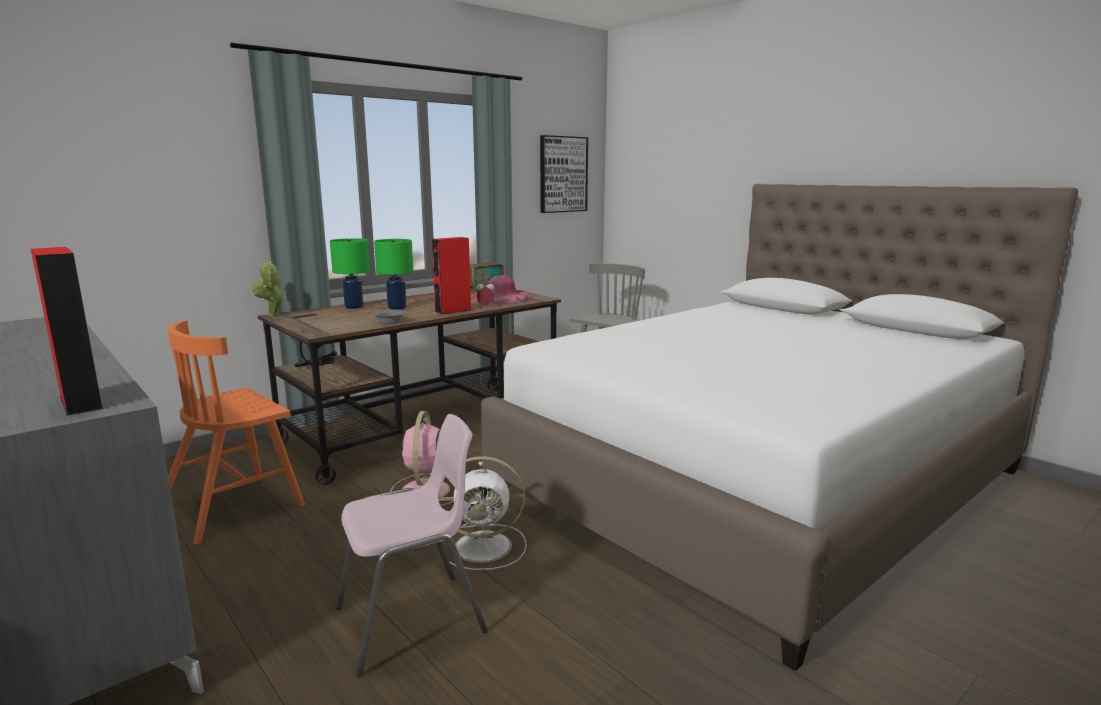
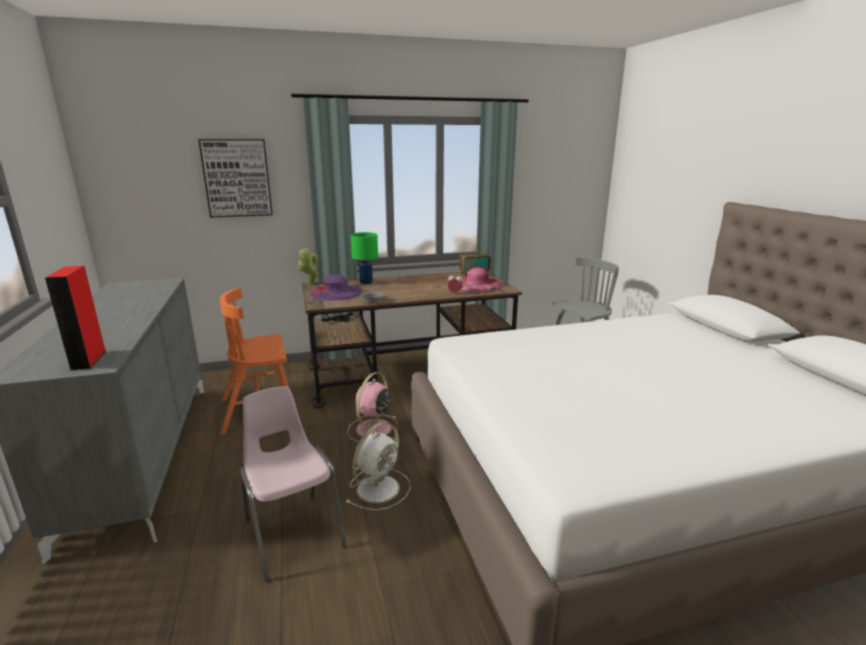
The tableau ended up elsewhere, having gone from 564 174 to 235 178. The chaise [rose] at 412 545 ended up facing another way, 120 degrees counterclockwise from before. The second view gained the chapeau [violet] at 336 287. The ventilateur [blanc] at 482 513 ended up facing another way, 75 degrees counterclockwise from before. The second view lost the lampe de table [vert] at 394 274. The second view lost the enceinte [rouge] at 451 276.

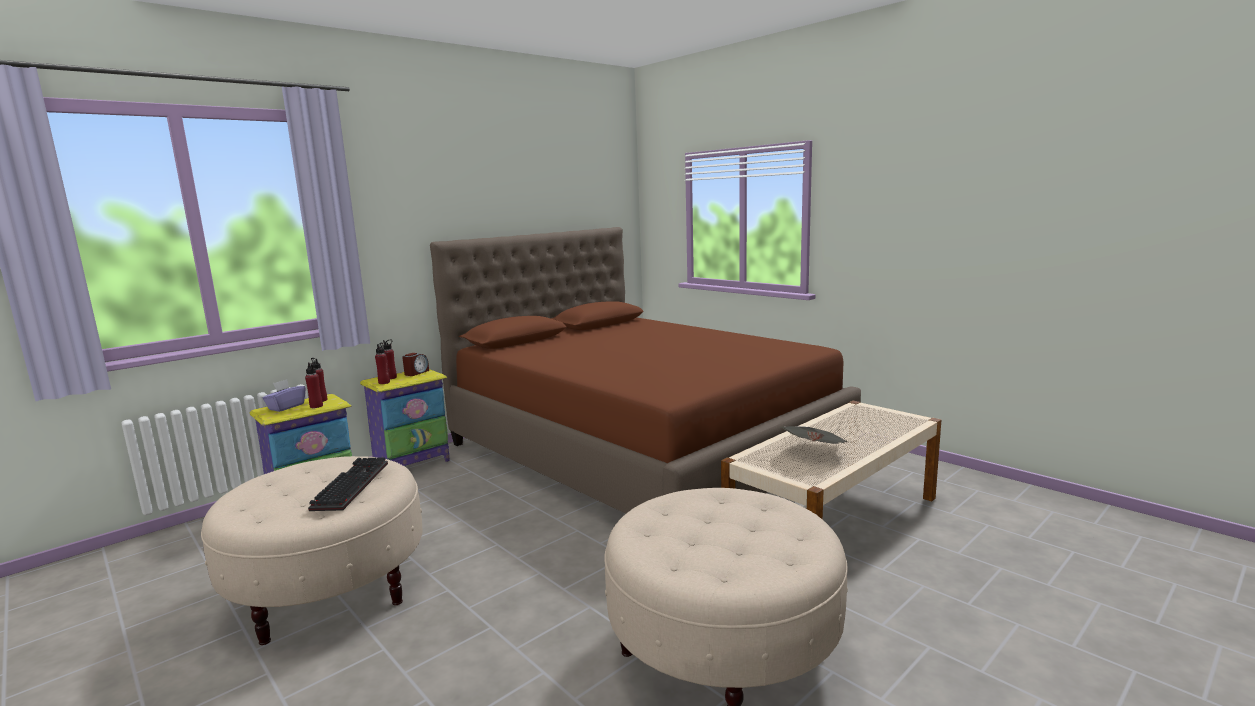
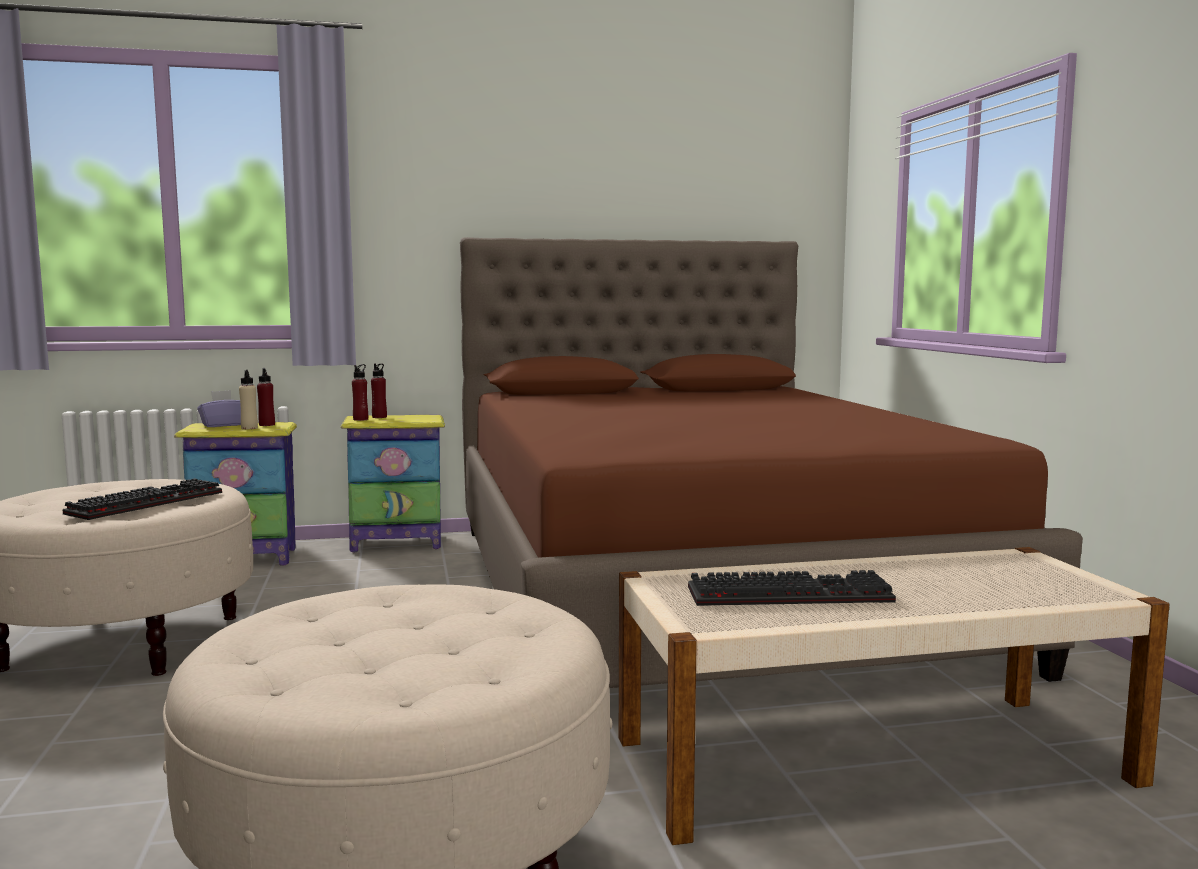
What was the bouteille [rouge] at 314 385 turned into the bouteille [beige] at 248 399. Where the journal stood at 814 435, the clavier came to stand at 792 588. The second view lost the réveil at 415 364.

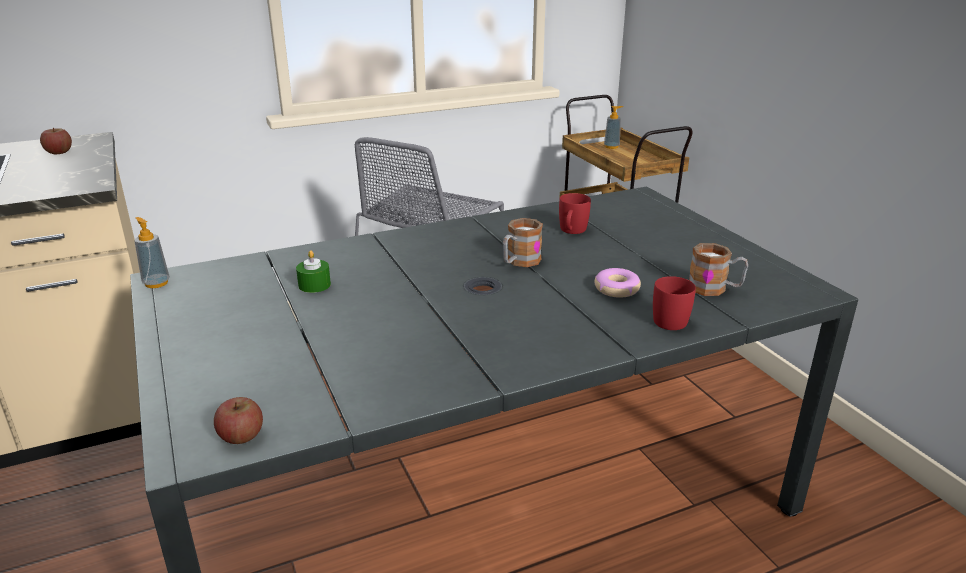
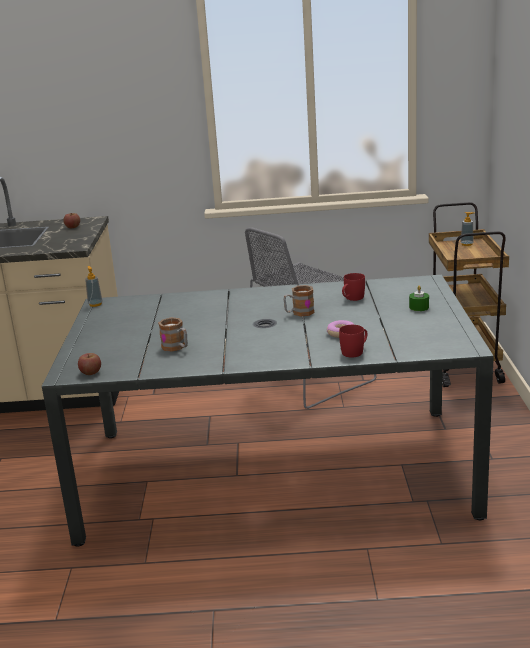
The mug ended up elsewhere, having gone from 718 269 to 173 334. The bougie [vert] ended up elsewhere, having gone from 313 271 to 419 298.

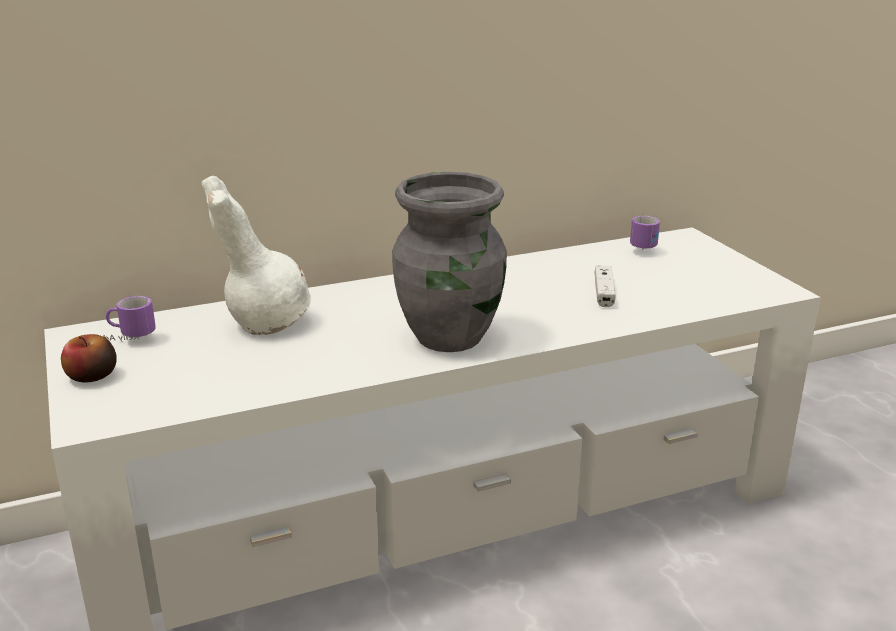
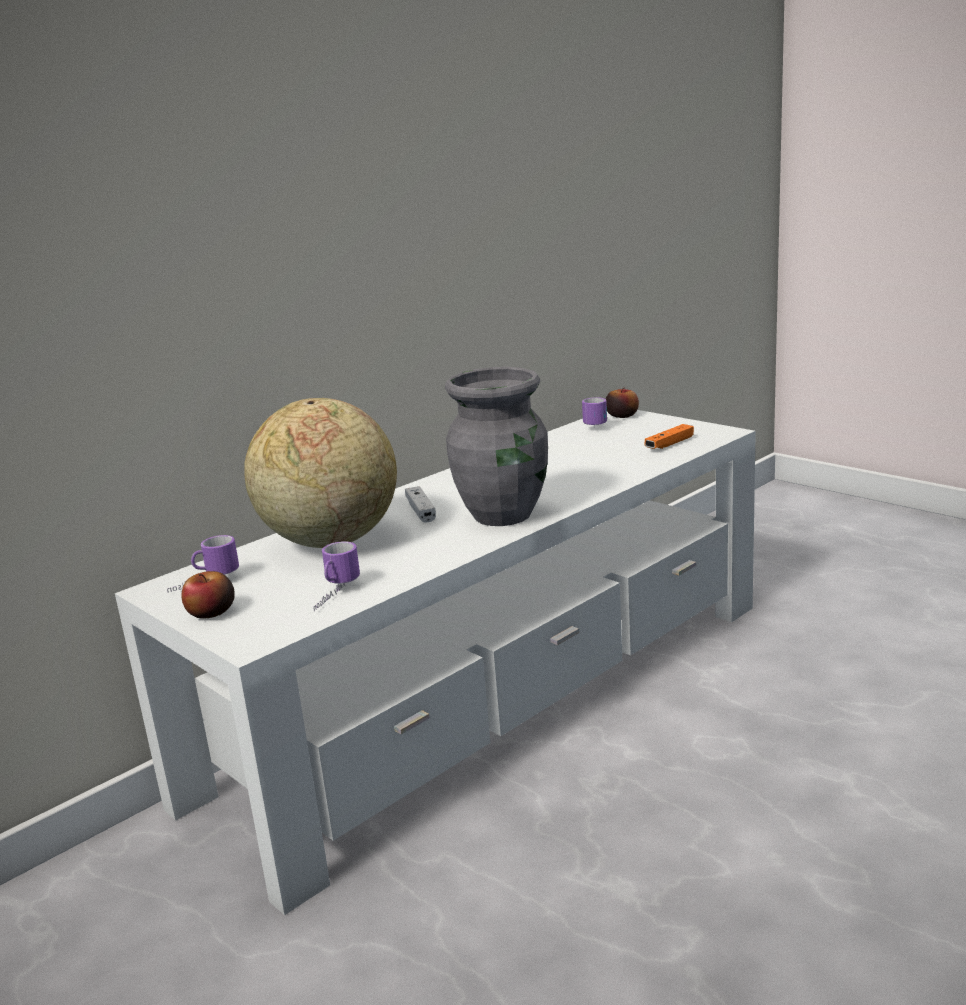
Where the vase [blanc] stood at 256 255, the globe came to stand at 320 473. The second view gained the mug at 336 576. The manette [blanc] ended up elsewhere, having gone from 605 286 to 420 504. The second view gained the pomme at 622 402. The second view gained the manette [orange] at 669 436.

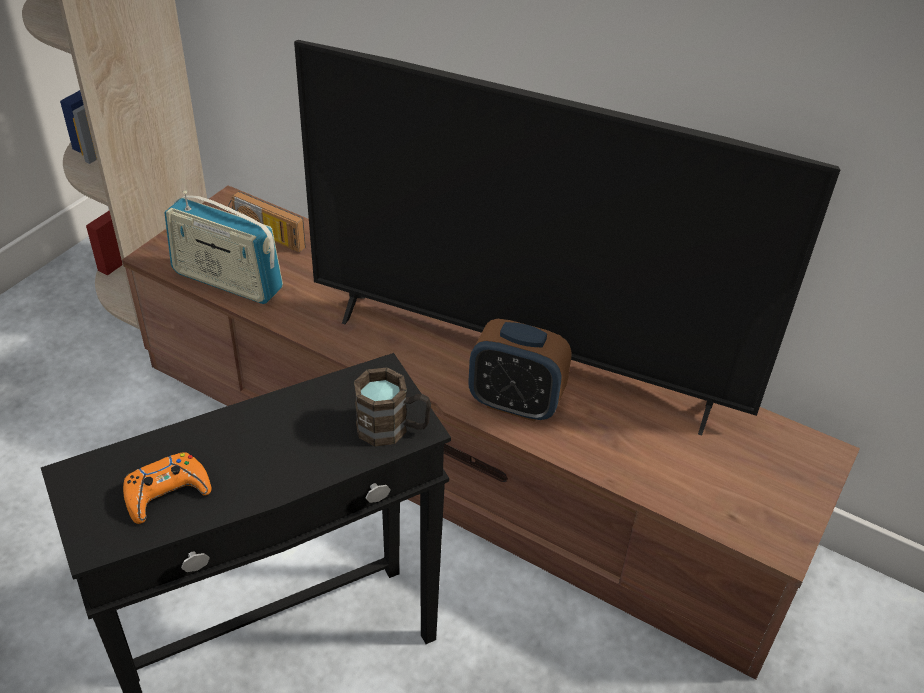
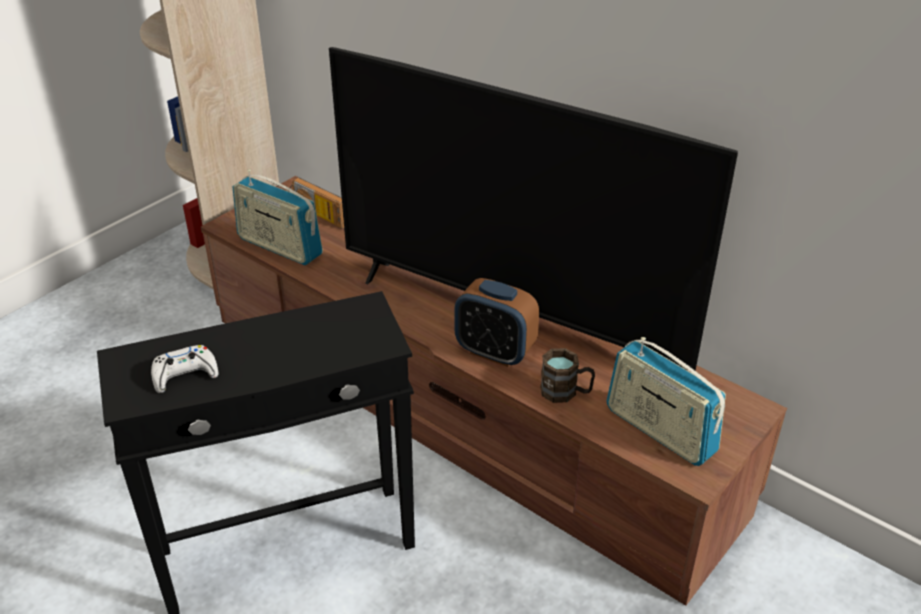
What was the manette [orange] at 167 488 turned into the manette [blanc] at 185 369. The mug [marron] ended up elsewhere, having gone from 392 407 to 567 375. The second view gained the radio at 666 401.

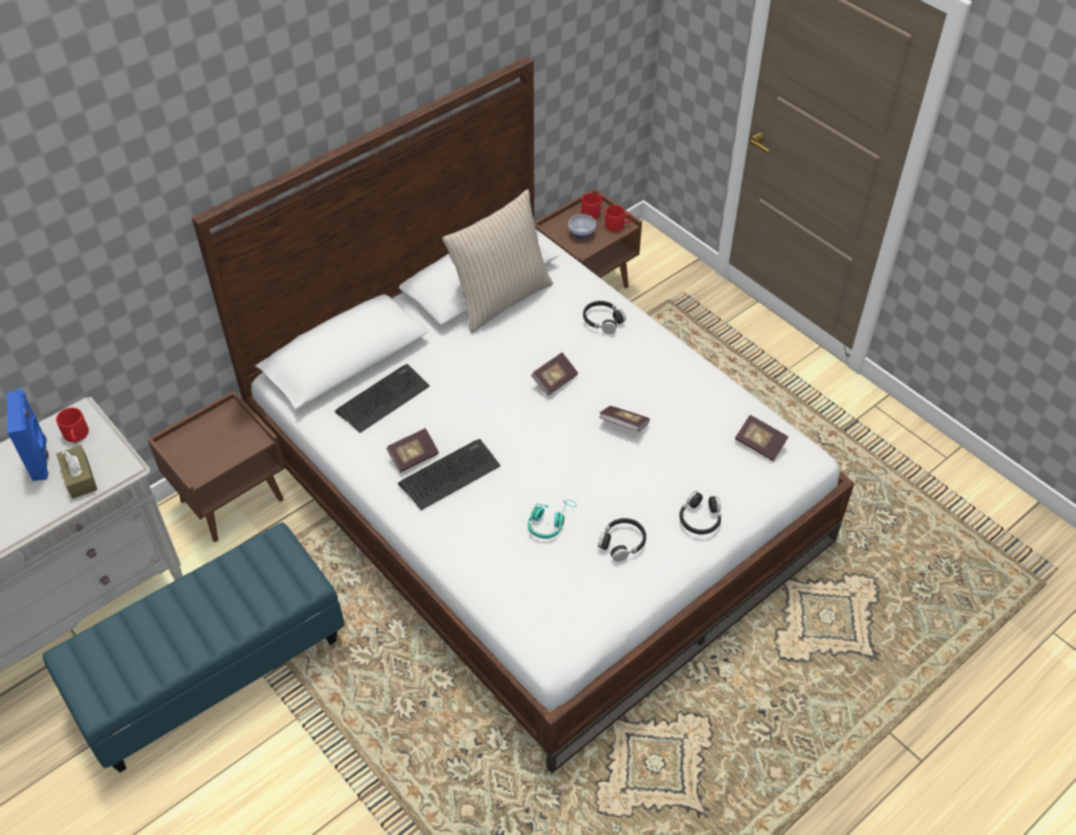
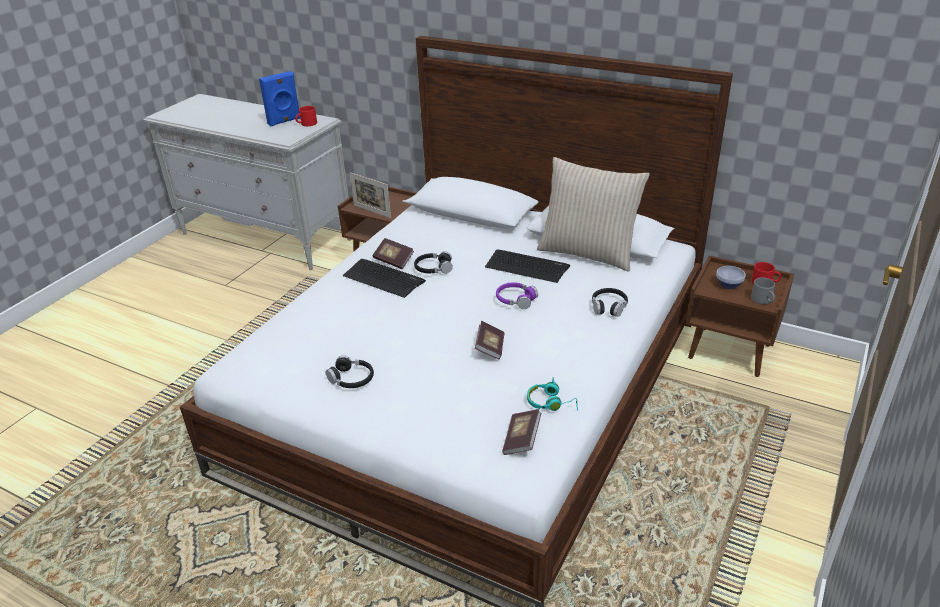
The second view gained the cadre photo at 370 195. The casque audio [noir] ended up elsewhere, having gone from 700 512 to 433 262. The clavier ended up elsewhere, having gone from 382 398 to 527 266. Where the livre stood at 554 374, the casque audio [violet] came to stand at 517 295. The casque audio [turquoise] ended up elsewhere, having gone from 552 519 to 552 394. What was the mug [rouge] at 618 218 turned into the mug [gris] at 763 290. The second view lost the pouf [bleu] at 194 647. The second view lost the boîte à mouchoirs [marron] at 77 472.

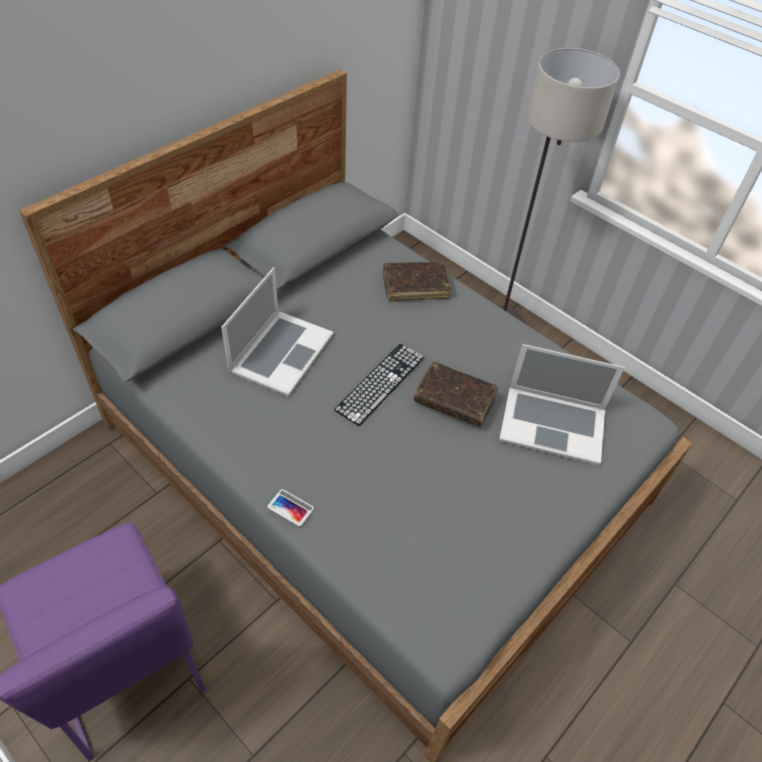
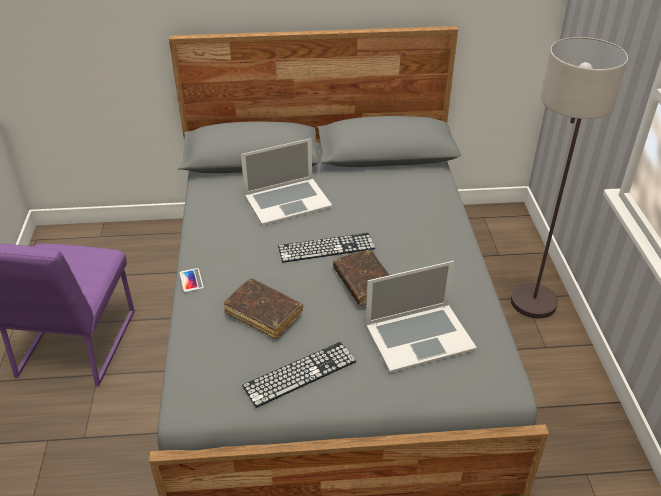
The livre [marron] ended up elsewhere, having gone from 417 281 to 263 308. The second view gained the clavier at 299 375. The ordinateur portable at 562 405 ended up facing another way, 75 degrees counterclockwise from before.

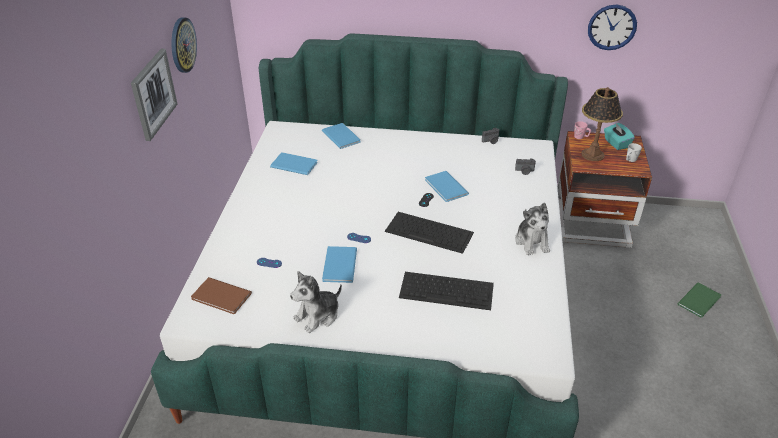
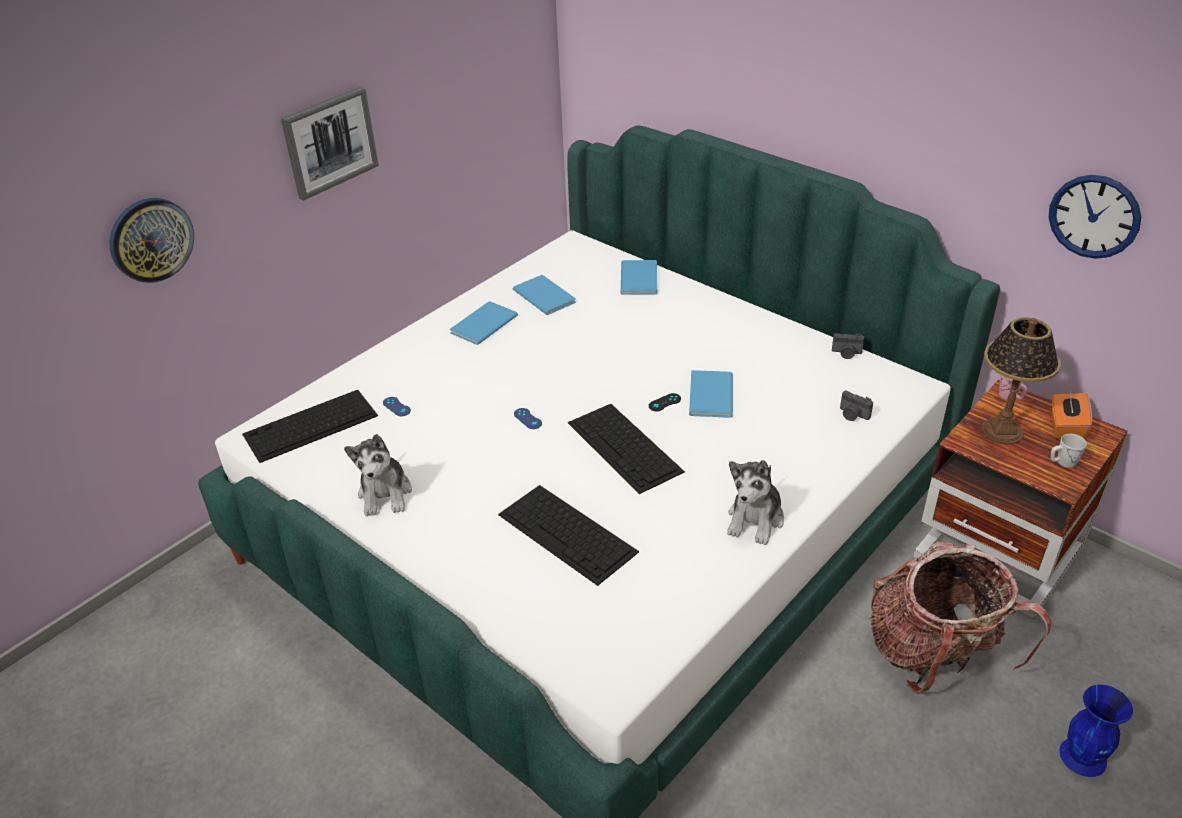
The horloge murale ended up elsewhere, having gone from 184 45 to 152 240. Where the livre [marron] stood at 221 295, the clavier came to stand at 310 426. The peluche at 316 302 ended up facing another way, 90 degrees counterclockwise from before. The livre [bleu] ended up elsewhere, having gone from 339 264 to 484 323. The second view gained the sac à dos at 961 616. What was the boîte à mouchoirs [turquoise] at 619 136 turned into the boîte à mouchoirs [orange] at 1072 415. Where the livre [vert] stood at 699 300, the vase [bleu] came to stand at 1096 731.

